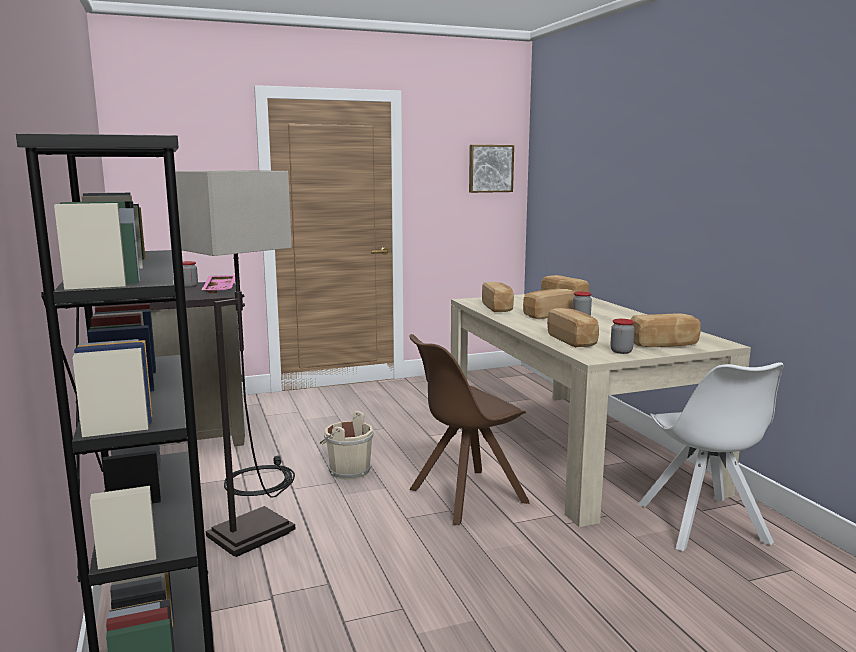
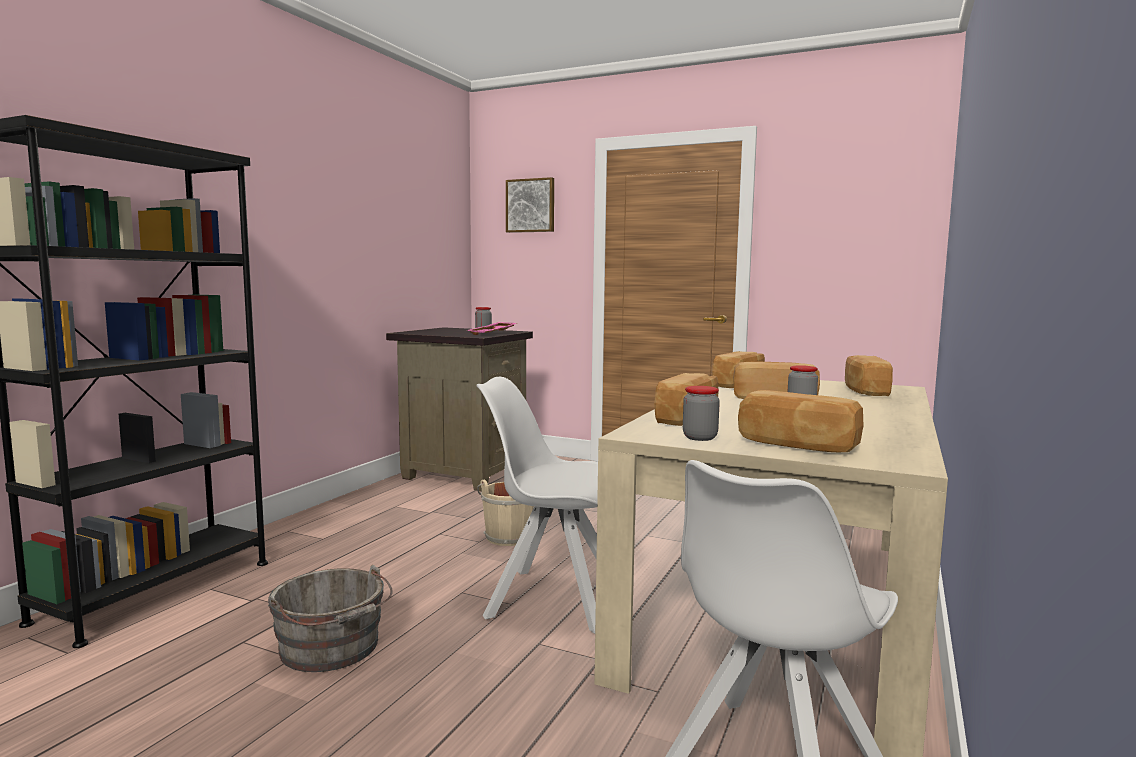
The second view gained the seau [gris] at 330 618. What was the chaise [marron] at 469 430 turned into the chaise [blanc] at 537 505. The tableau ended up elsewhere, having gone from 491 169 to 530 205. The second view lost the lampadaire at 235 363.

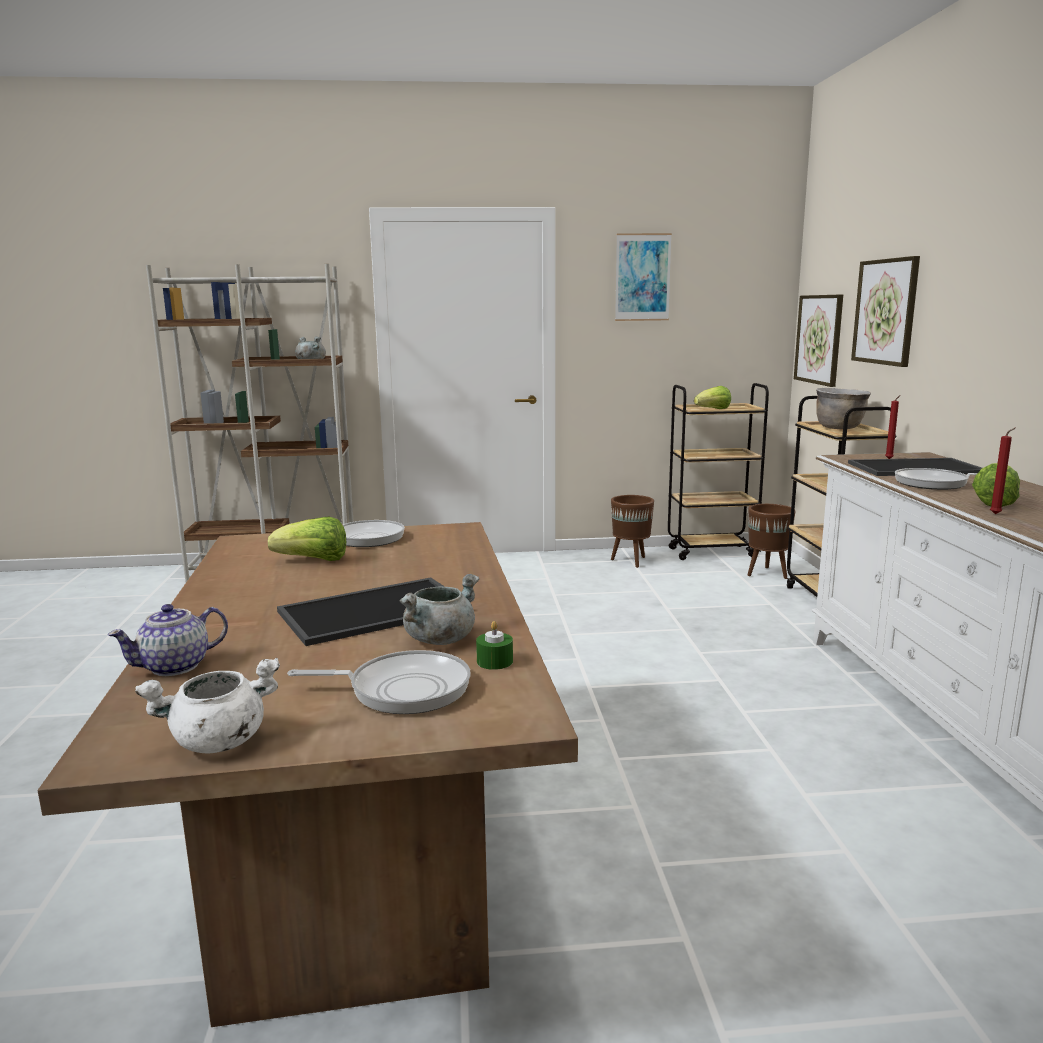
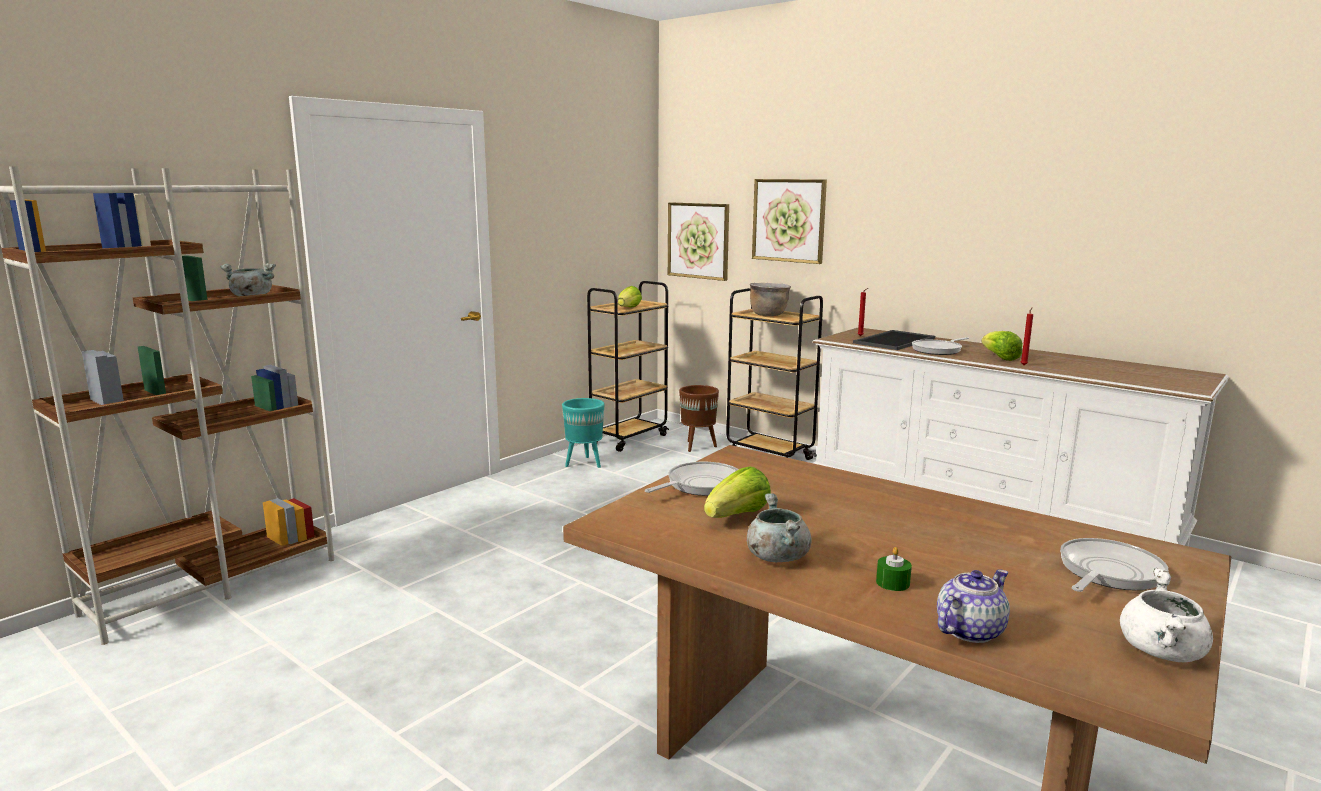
What was the cache-pot [marron] at 632 531 turned into the cache-pot [turquoise] at 583 433. The marmite [gris] ended up elsewhere, having gone from 439 609 to 779 527. The bougie [vert] ended up elsewhere, having gone from 494 645 to 894 569. The théière at 167 640 ended up facing another way, 135 degrees counterclockwise from before. The second view lost the plateau at 374 611. The second view lost the tableau at 643 277.

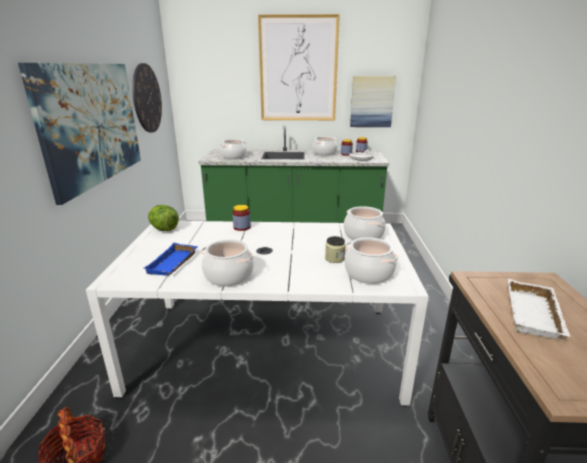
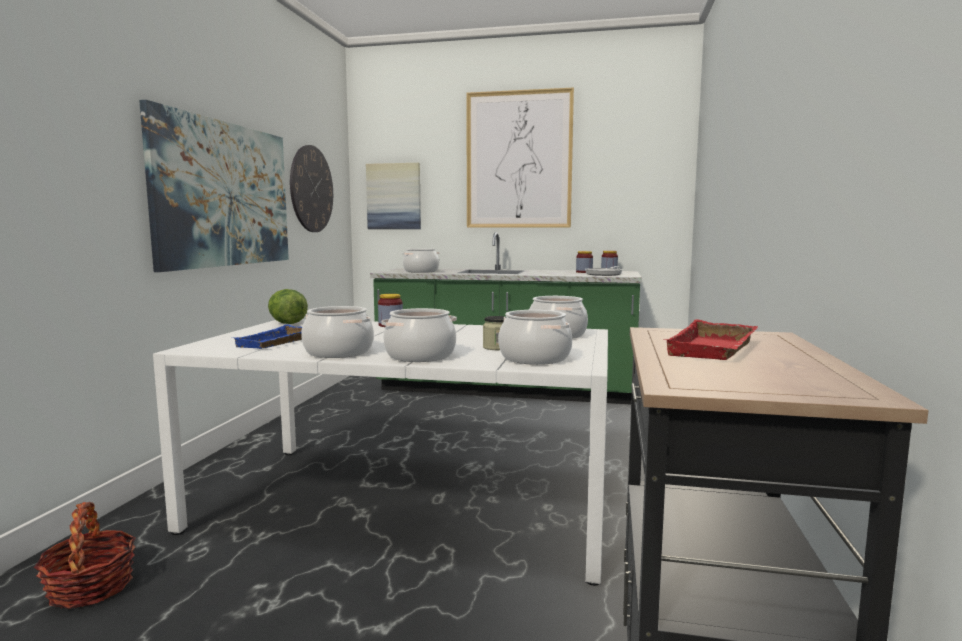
The tableau ended up elsewhere, having gone from 373 101 to 393 196. The marmite ended up elsewhere, having gone from 325 146 to 419 335. What was the plateau [blanc] at 539 309 turned into the plateau [rouge] at 711 339.

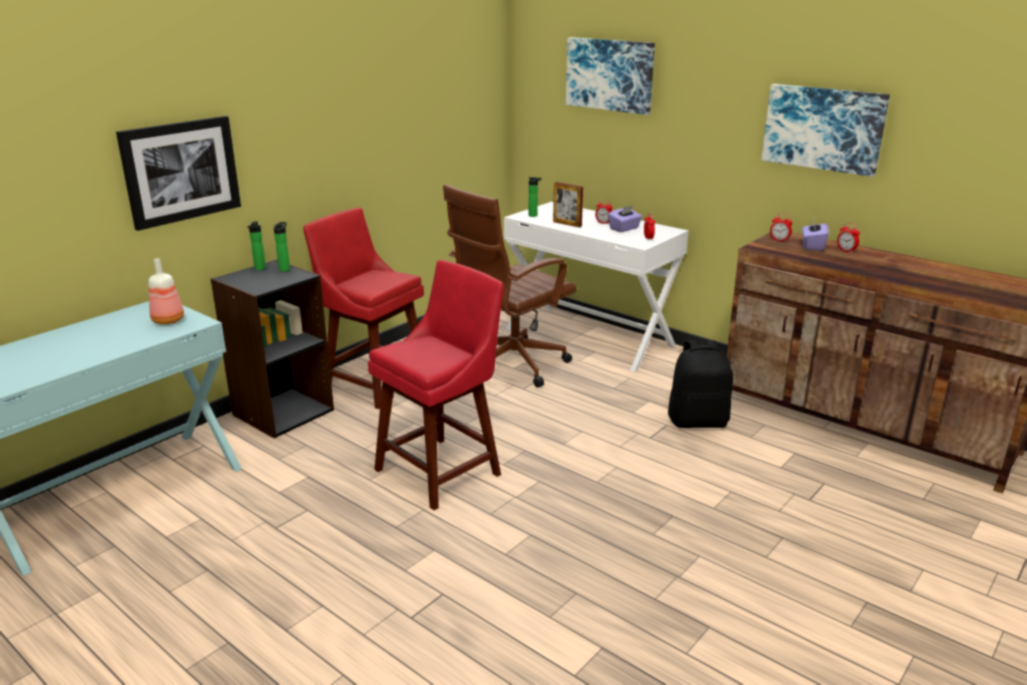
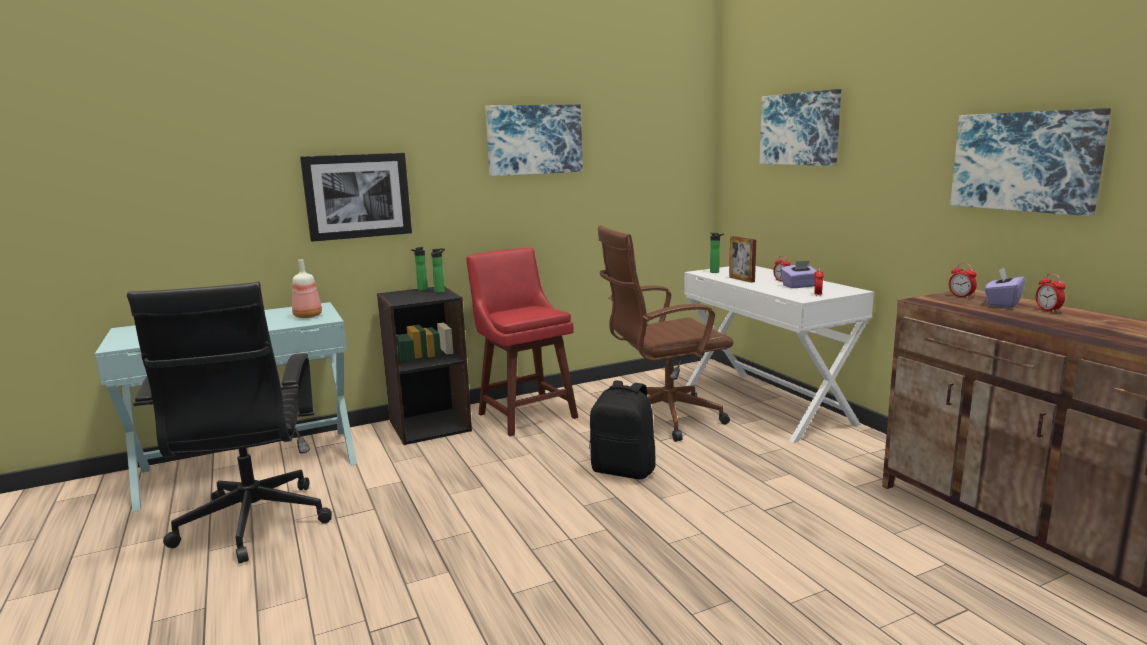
The second view gained the chaise de bureau [noir] at 229 423. The second view gained the tableau at 534 140. The sac à dos [noir] ended up elsewhere, having gone from 700 384 to 622 430. The second view lost the chaise [rouge] at 436 385.

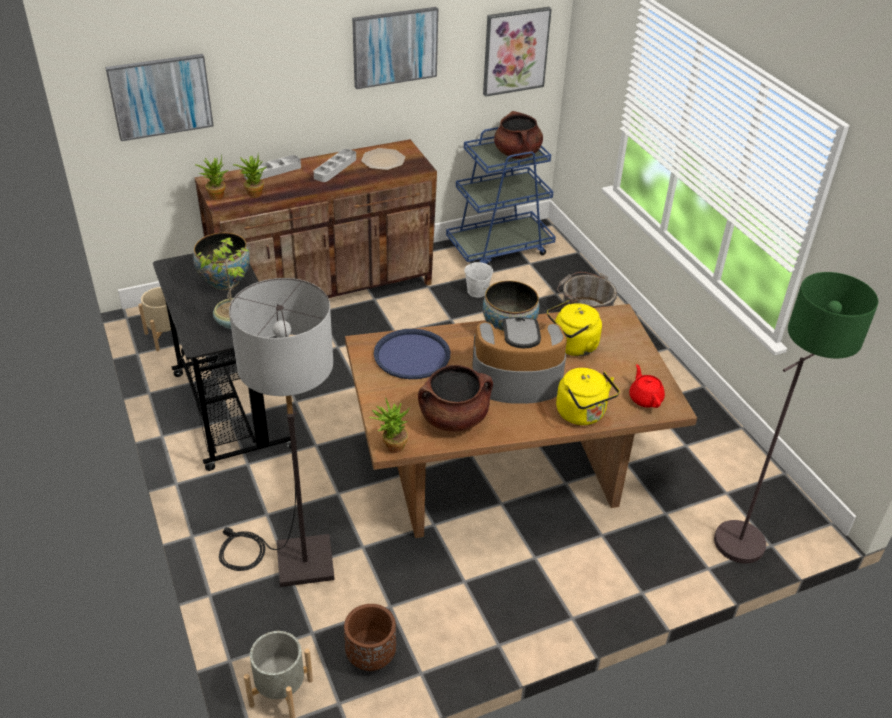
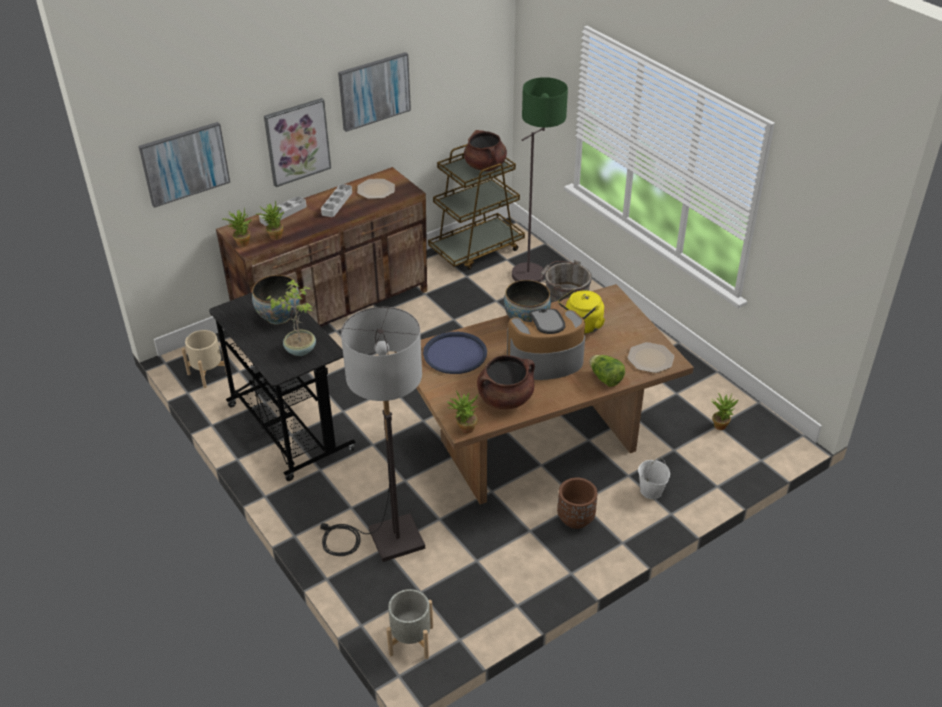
The tableau ended up elsewhere, having gone from 517 52 to 297 142. What was the chariot [bleu] at 501 196 turned into the chariot [marron] at 476 207. The lampadaire [vert] ended up elsewhere, having gone from 796 417 to 540 179. The cache-pot [marron] ended up elsewhere, having gone from 370 637 to 577 503. Where the bouilloire [jaune] stood at 588 396, the laitue came to stand at 607 371. Where the théière [rouge] stood at 647 386, the assiette came to stand at 650 357. The seau [blanc] ended up elsewhere, having gone from 478 276 to 654 478. The second view gained the plante en pot at 725 411.

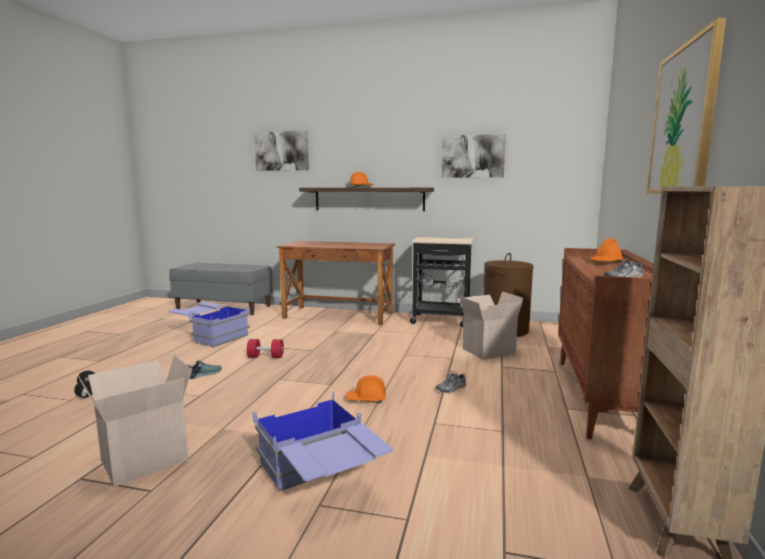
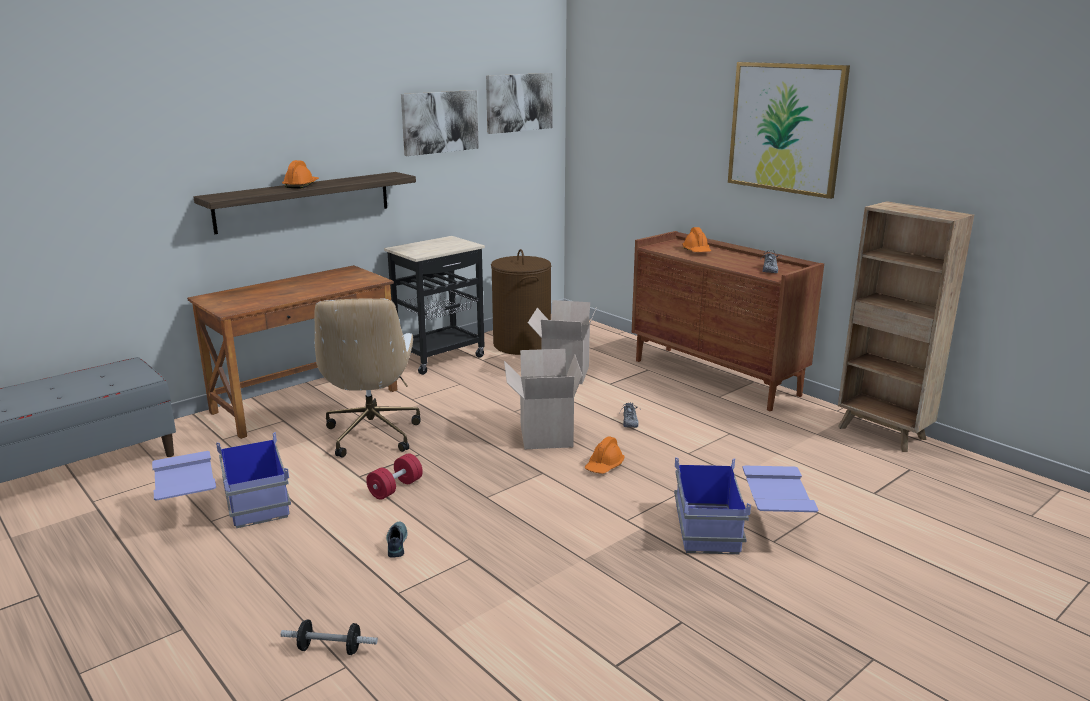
The second view gained the chaise de bureau [blanc] at 368 378. The tableau ended up elsewhere, having gone from 281 151 to 519 103. The carton ended up elsewhere, having gone from 135 421 to 543 399.

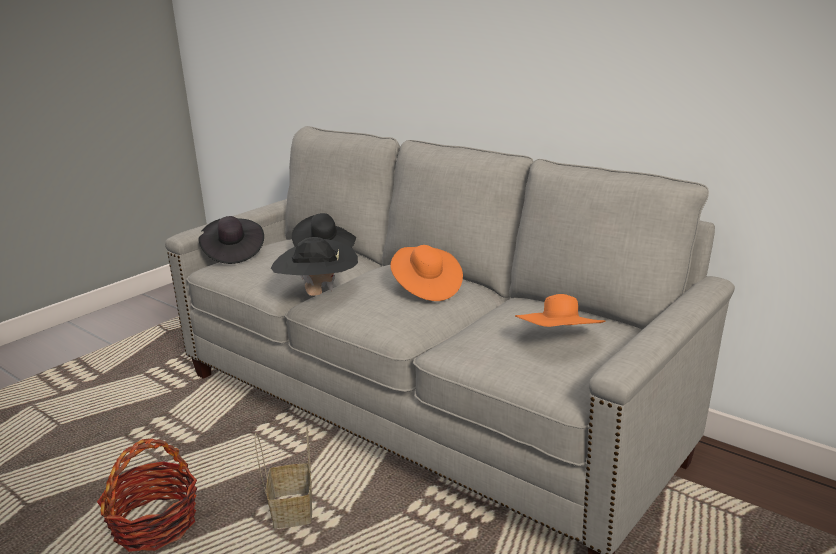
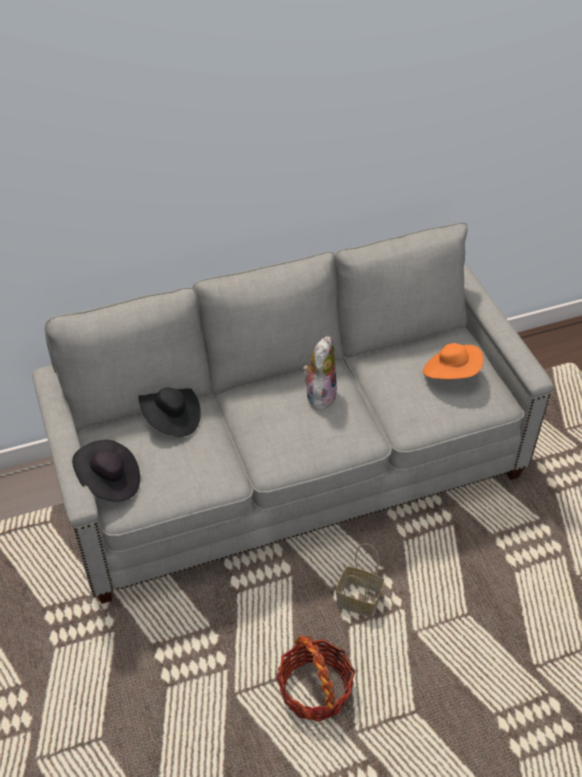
Where the chapeau [orange] stood at 426 273, the peluche came to stand at 320 373. The second view lost the chapeau [noir] at 314 266.

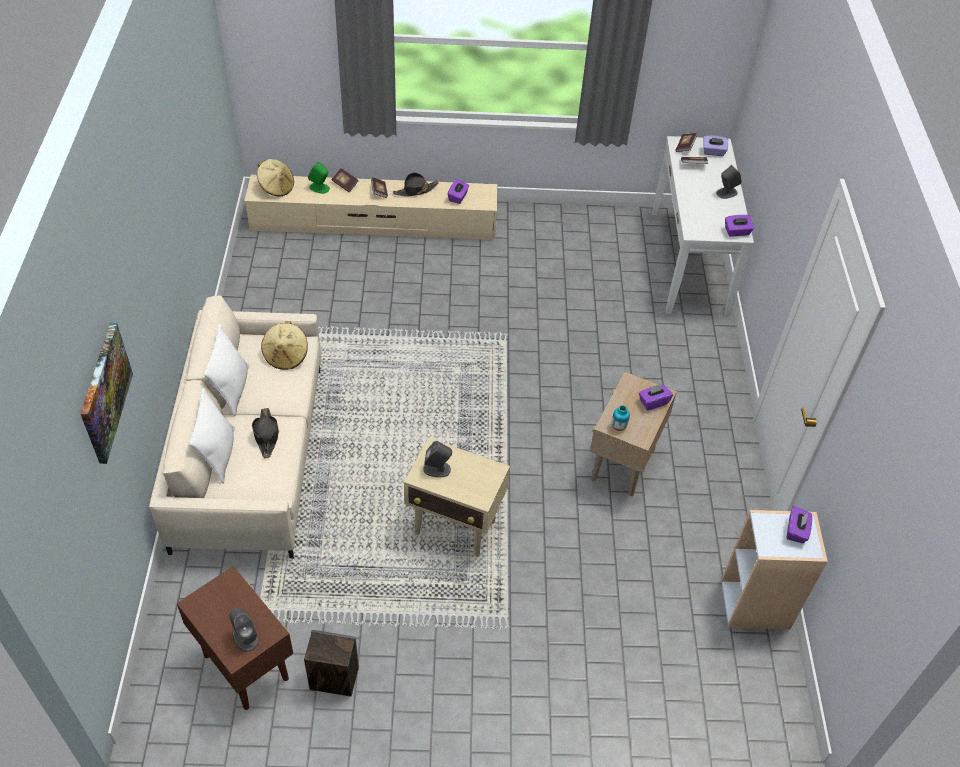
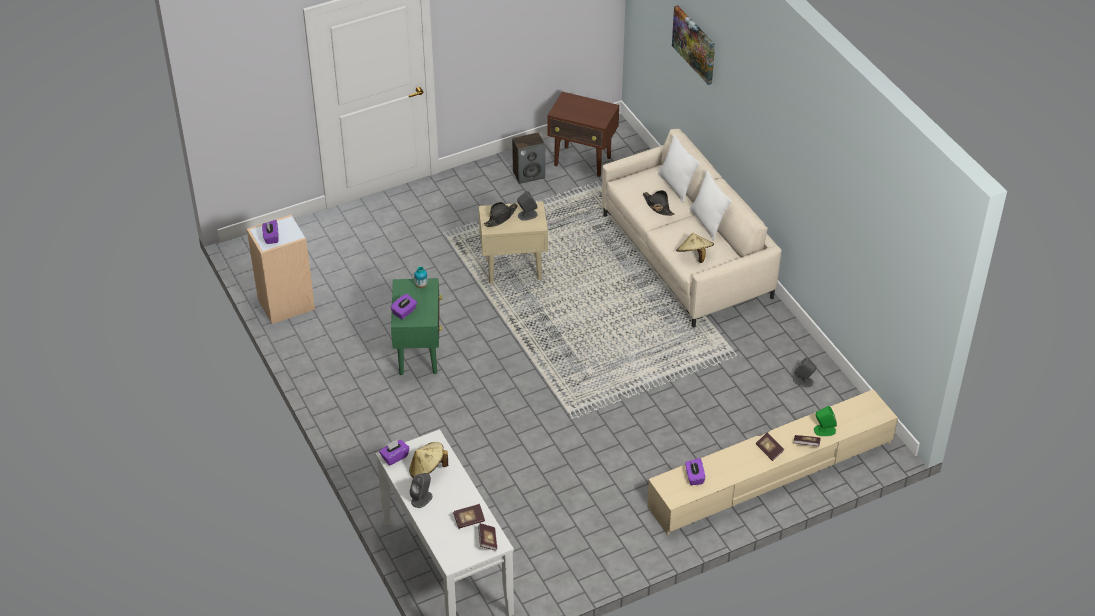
What was the table d'appoint [beige] at 633 434 turned into the table d'appoint [vert] at 416 326. The chapeau [beige] ended up elsewhere, having gone from 275 178 to 428 460. The chapeau [noir] ended up elsewhere, having gone from 416 184 to 501 214. The enceinte [gris] ended up elsewhere, having gone from 244 630 to 804 372. The second view lost the boîte à mouchoirs [violet] at 715 145.

